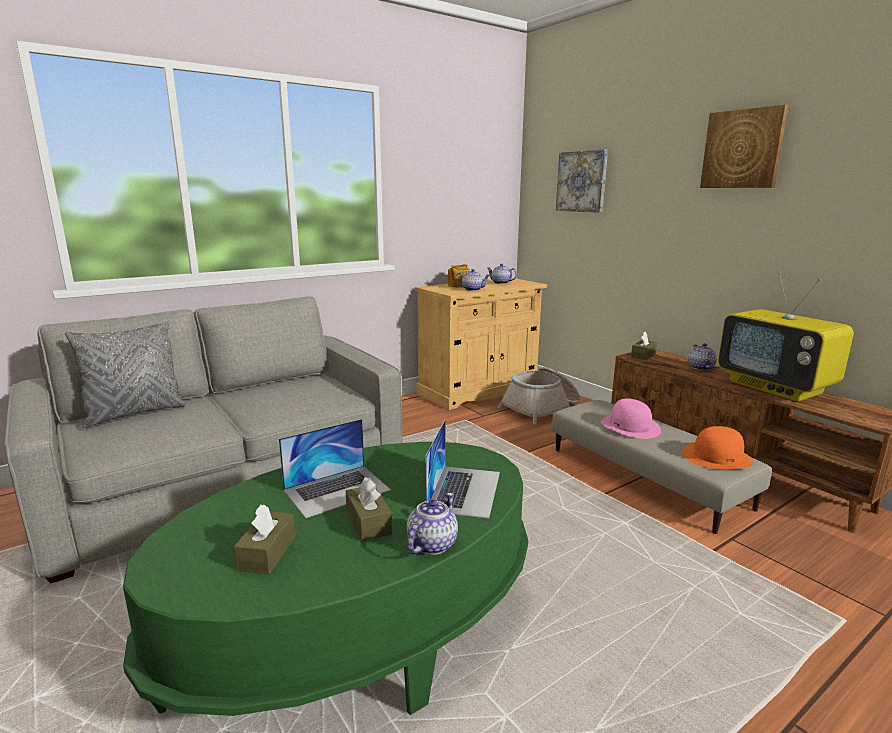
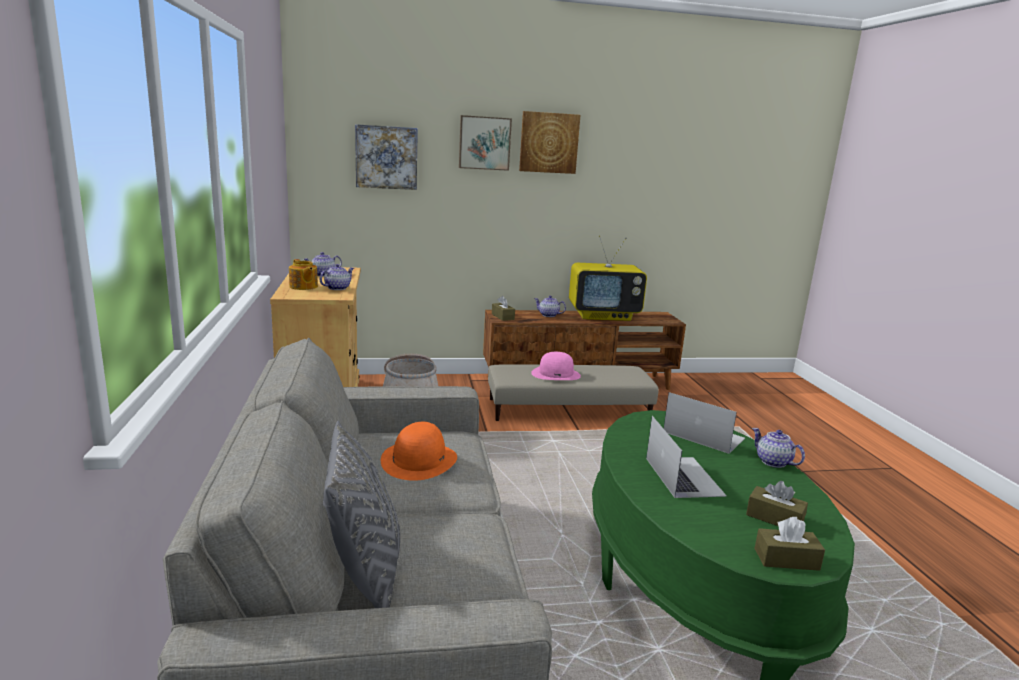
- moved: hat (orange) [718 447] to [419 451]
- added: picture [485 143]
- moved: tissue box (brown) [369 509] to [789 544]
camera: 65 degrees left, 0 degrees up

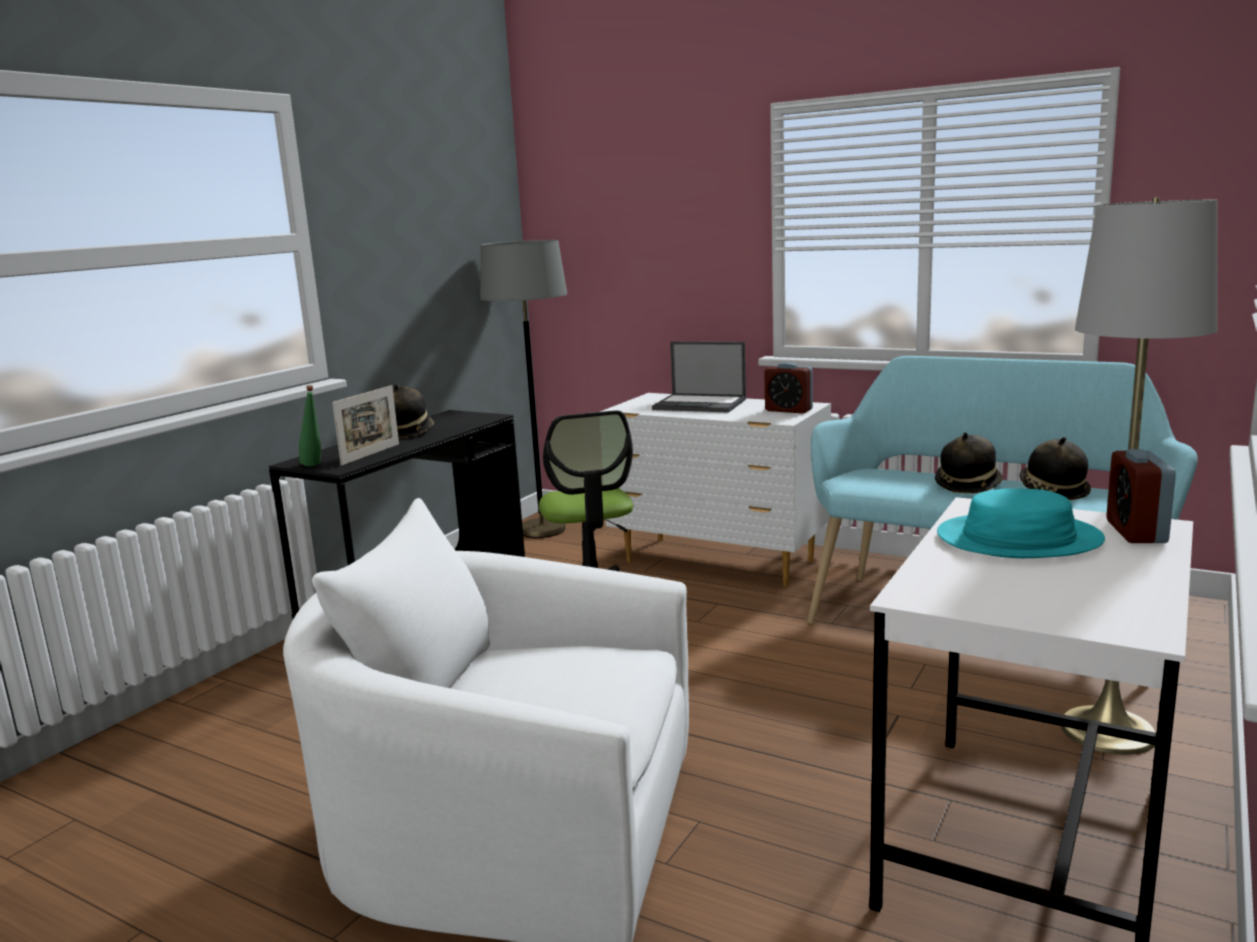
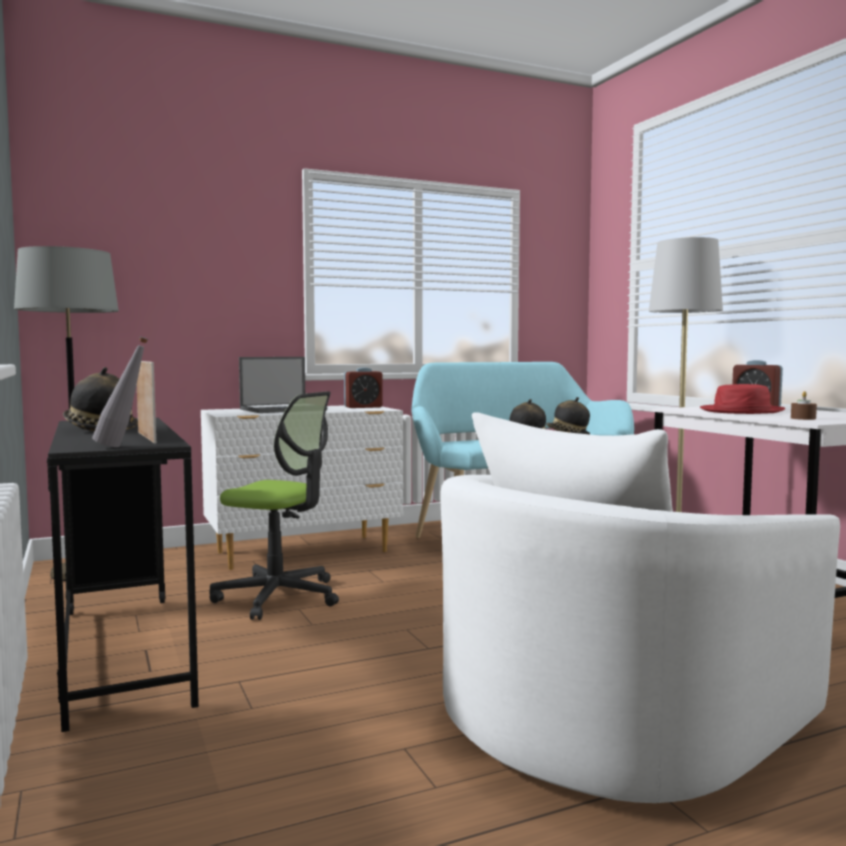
- recoloured: bottle (green) [310 425] to bottle (grey) [120 391]
- recoloured: hat (turquoise) [1021 523] to hat (red) [742 399]
- added: candle (brown) [804 405]
camera: 55 degrees left, 10 degrees down

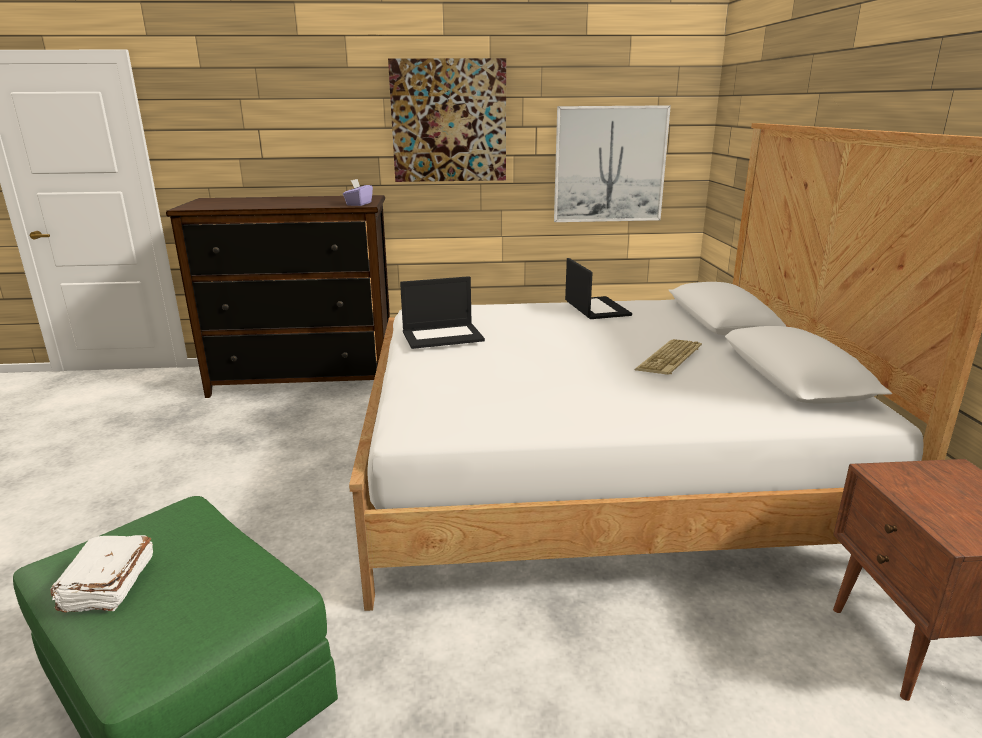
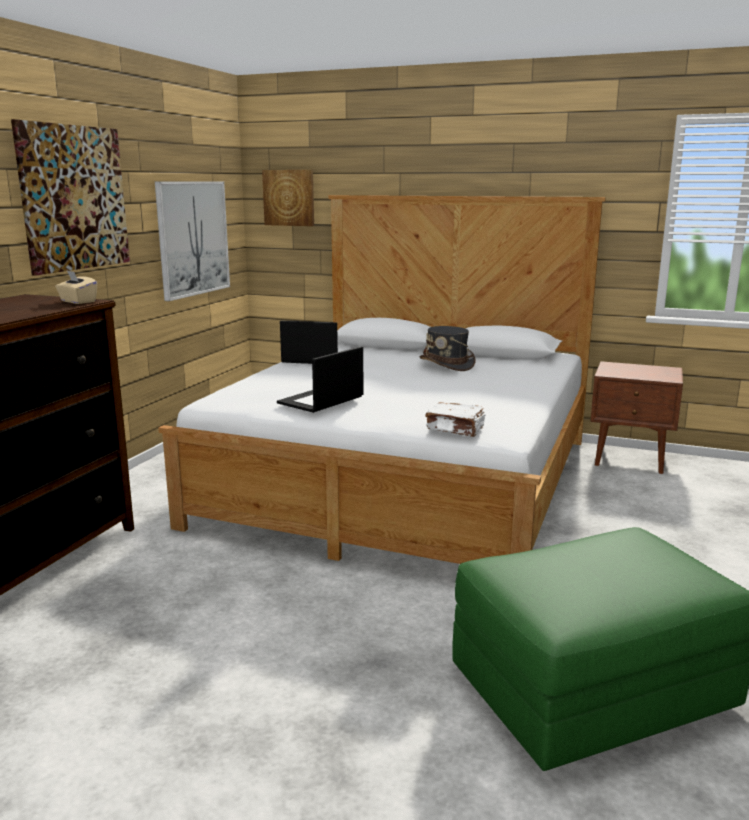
- recoloured: tissue box (purple) [358 192] to tissue box (beige) [76 287]
- added: picture [288 198]
- turned: laptop [442 312] = [320 380] 150 degrees counterclockwise
- replaced: keyboard [668 357] to hat (grey) [448 348]
- moved: book (white) [102 573] to [455 419]
camera: 65 degrees left, 5 degrees down

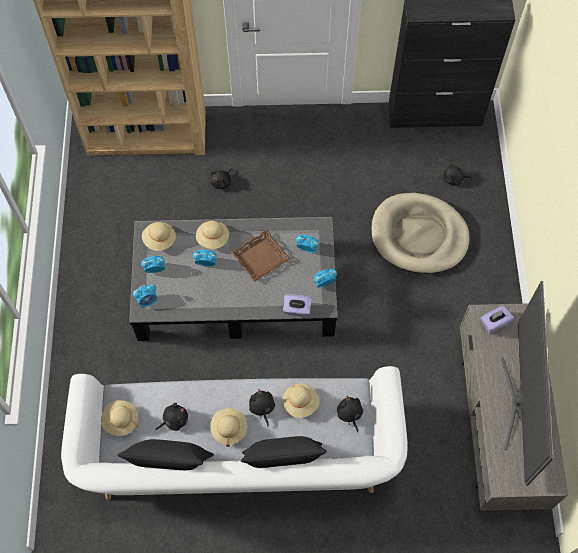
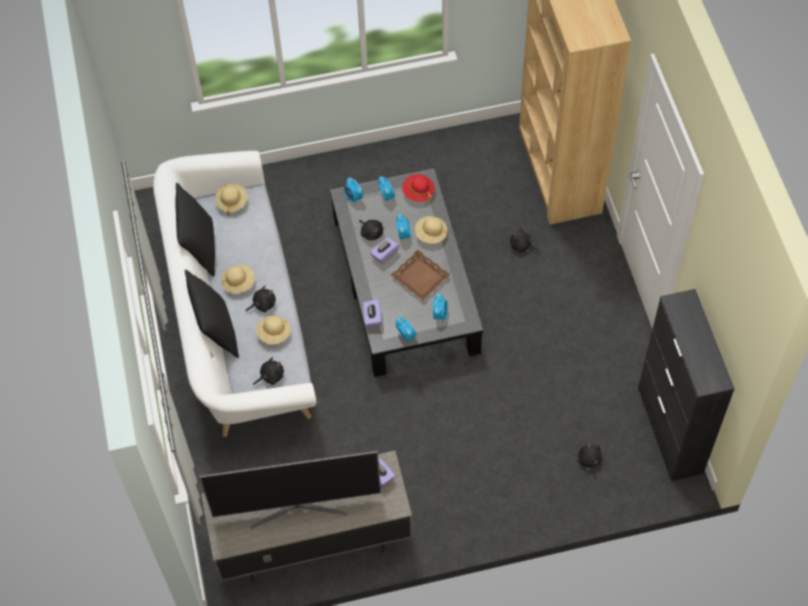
- moved: plush toy (black) [171 417] to [371 230]
- added: tissue box (purple) [384 251]
- recoloured: hat (beige) [159 236] to hat (red) [418 188]
- removed: dog bed (beige) [421 233]
camera: 80 degrees right, 5 degrees down

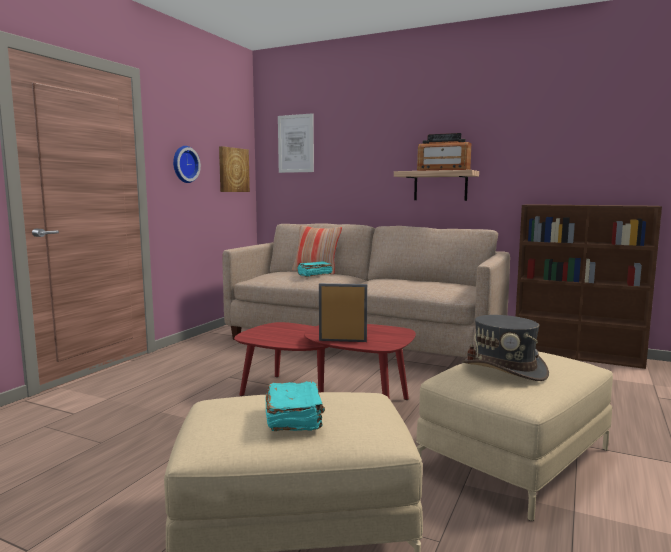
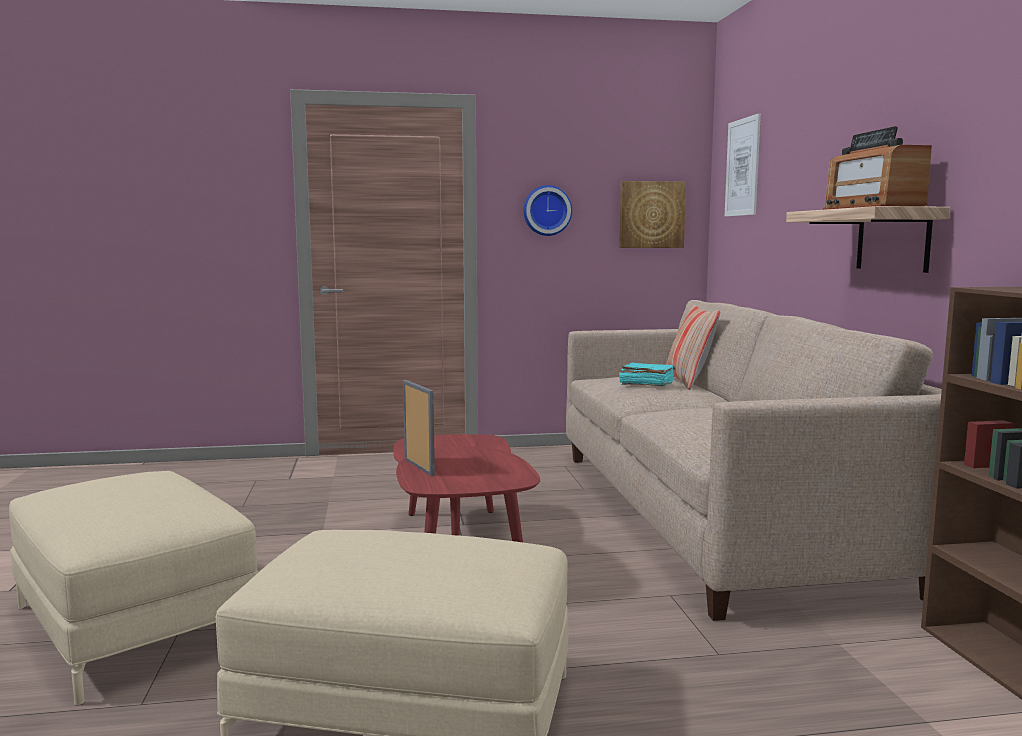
- removed: book (turquoise) [295 406]
- removed: hat (grey) [505 348]
camera: 55 degrees right, 0 degrees up

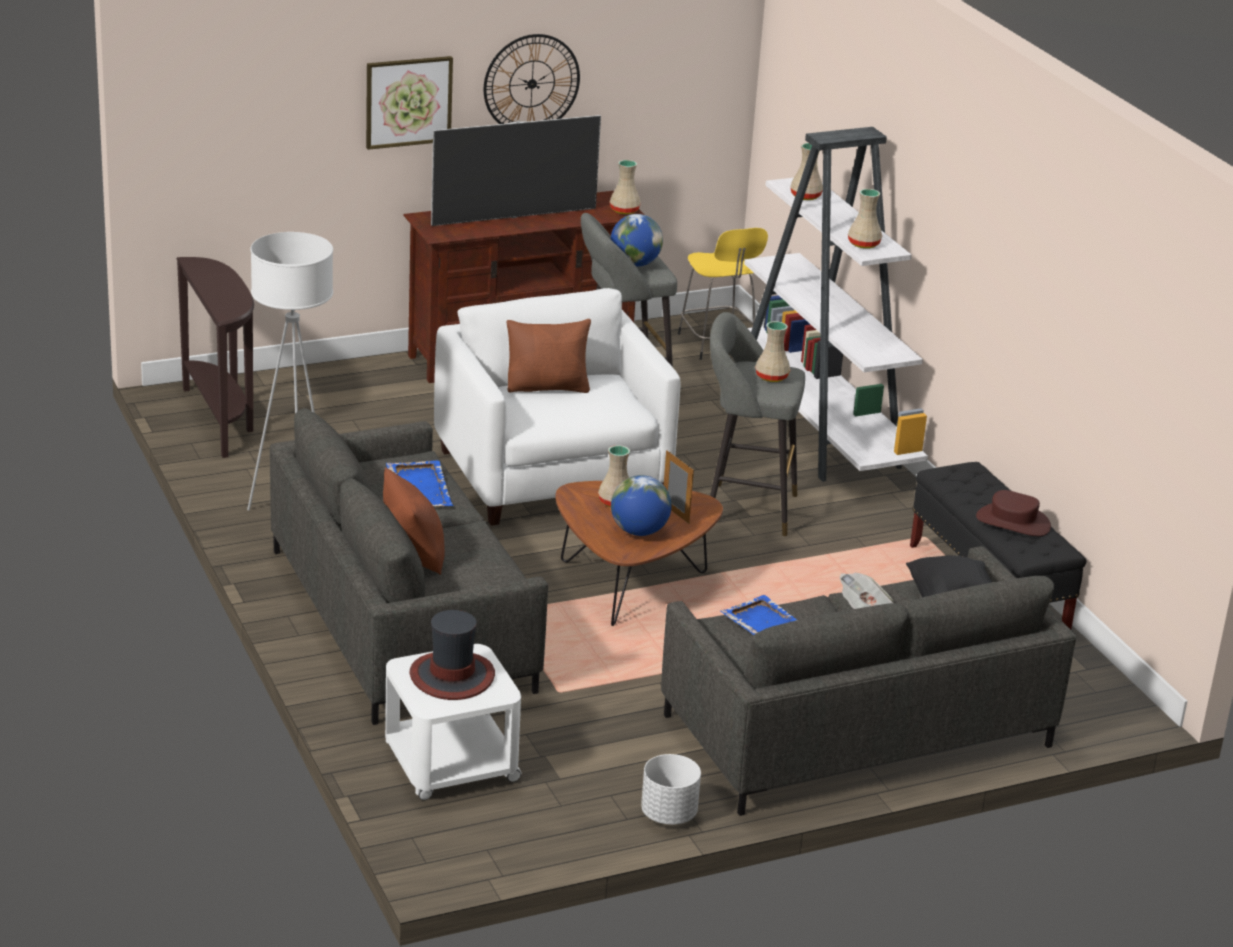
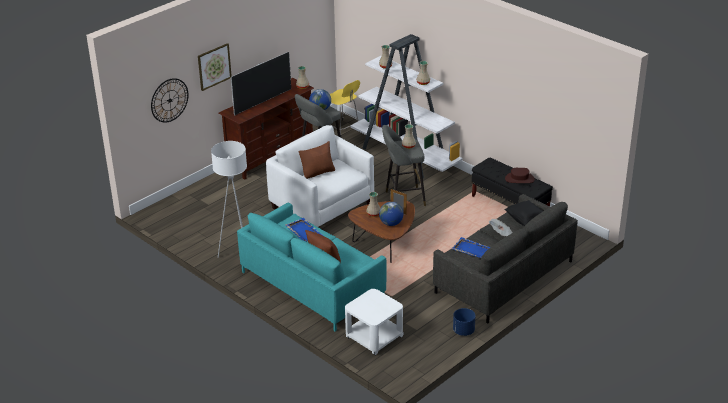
- moved: wall clock [532 79] to [169 100]
- recoloured: sofa (grey) [409 566] to sofa (turquoise) [311 267]
- recoloured: planter (white) [671 789] to planter (blue) [464 322]
- removed: console table (brown) [215 357]
- removed: hat [452 655]
camera: 20 degrees left, 5 degrees up

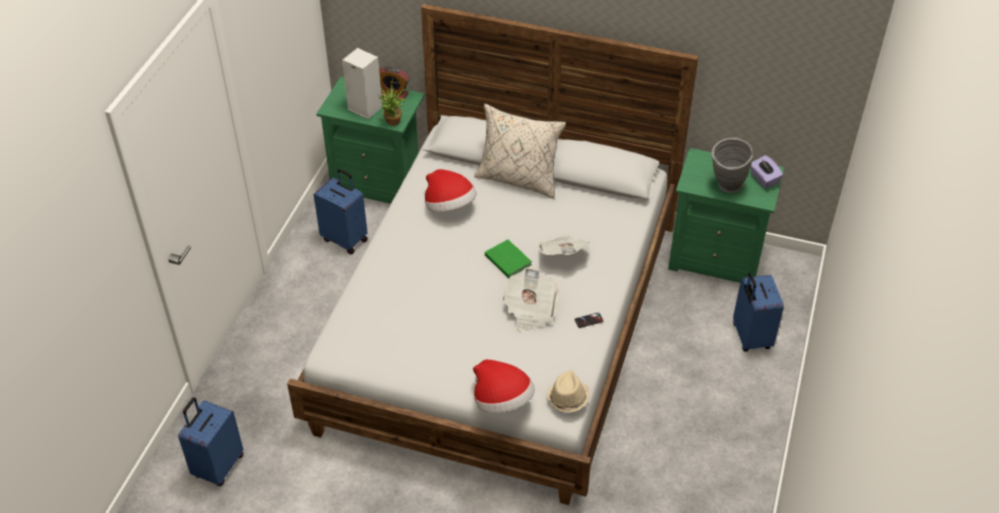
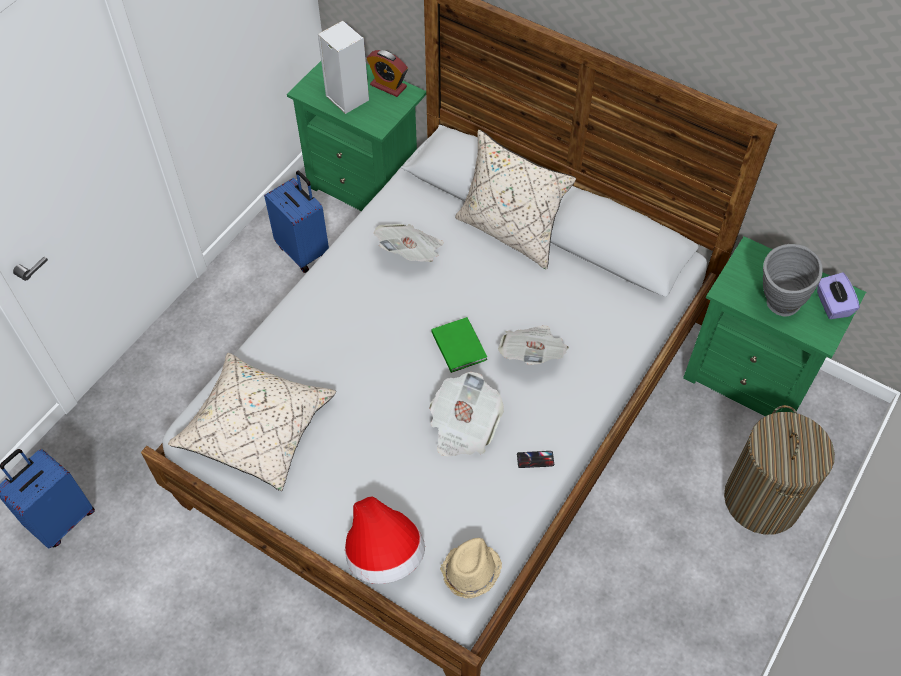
- added: pillow (beige) [252 422]
- replaced: hat [451 190] to newspaper [409 243]
- replaced: suitcase (blue) [758 312] to laundry basket [779 470]
- removed: potted plant [392 105]
camera: 15 degrees right, 10 degrees up

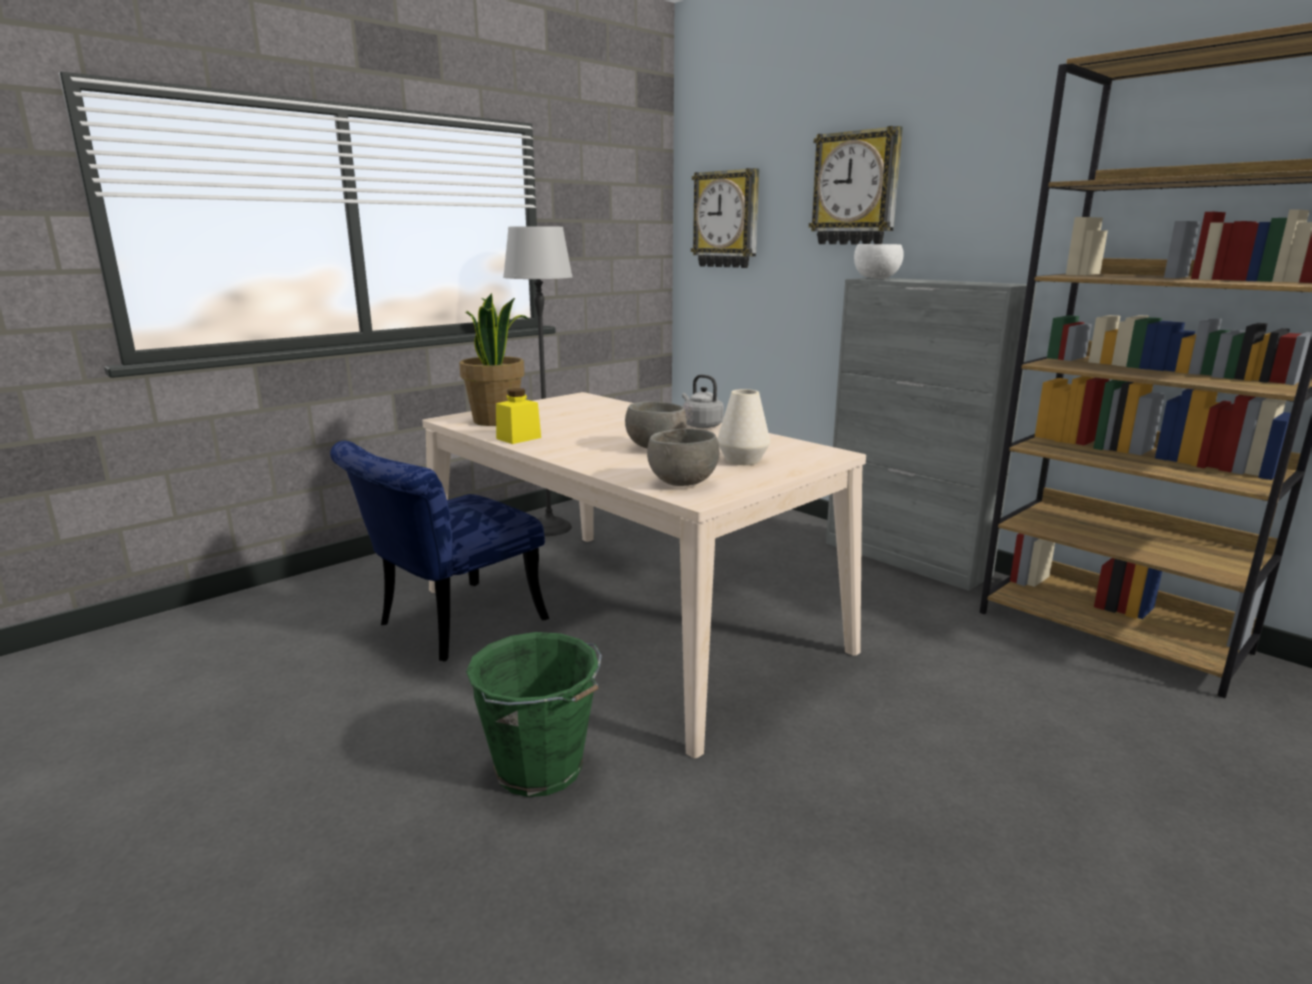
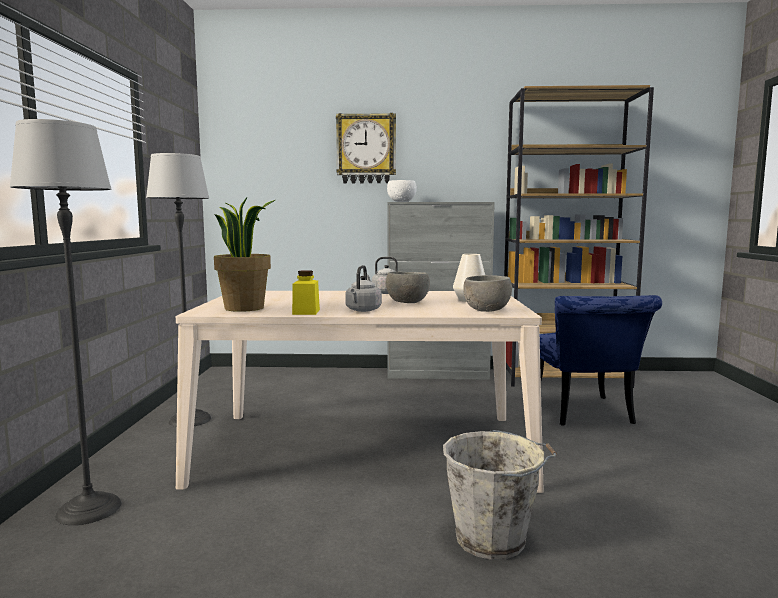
- added: floor lamp [66 322]
- added: kettle (grey) [363 288]
- recoloured: bucket (green) [534 714] to bucket (grey) [500 495]
- moved: chair (blue) [439 551] to [601 360]
- removed: wall clock [725 218]
camera: 45 degrees left, 10 degrees down

